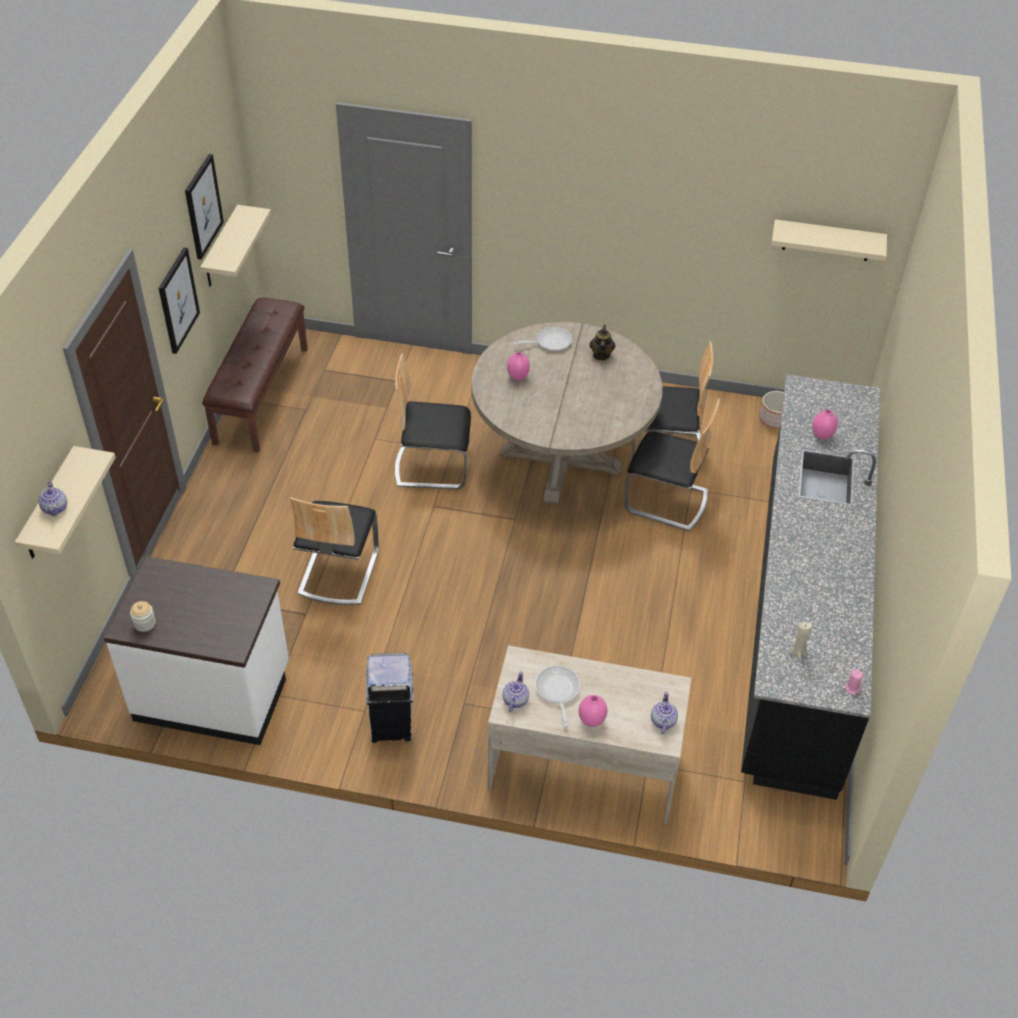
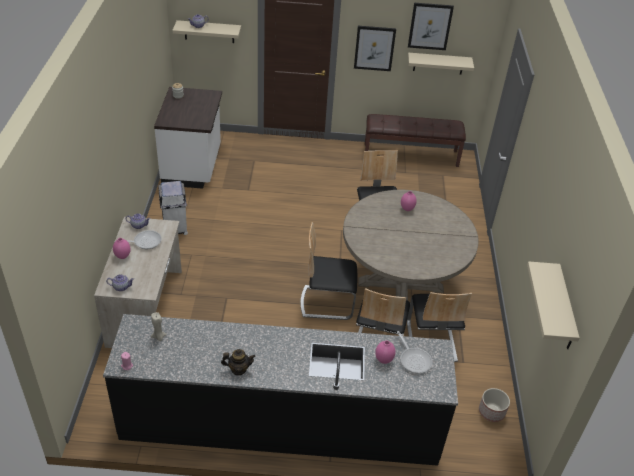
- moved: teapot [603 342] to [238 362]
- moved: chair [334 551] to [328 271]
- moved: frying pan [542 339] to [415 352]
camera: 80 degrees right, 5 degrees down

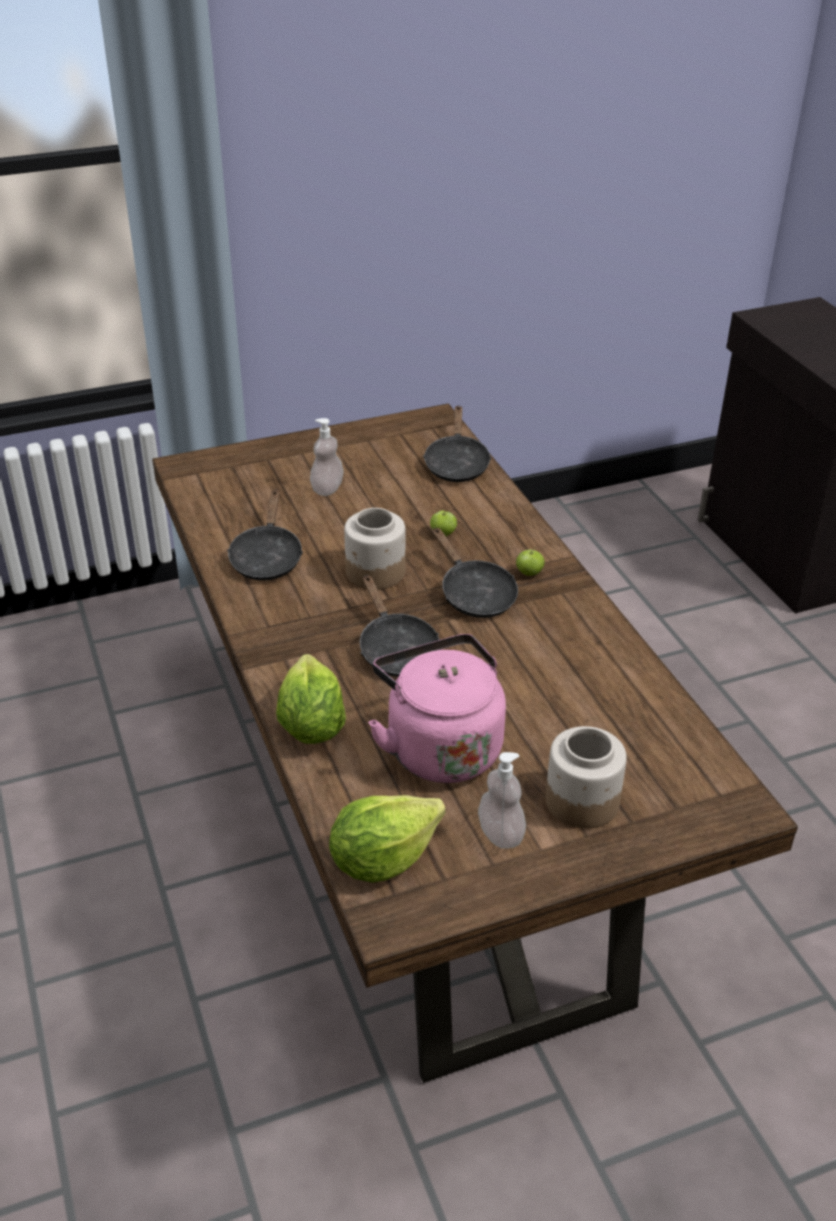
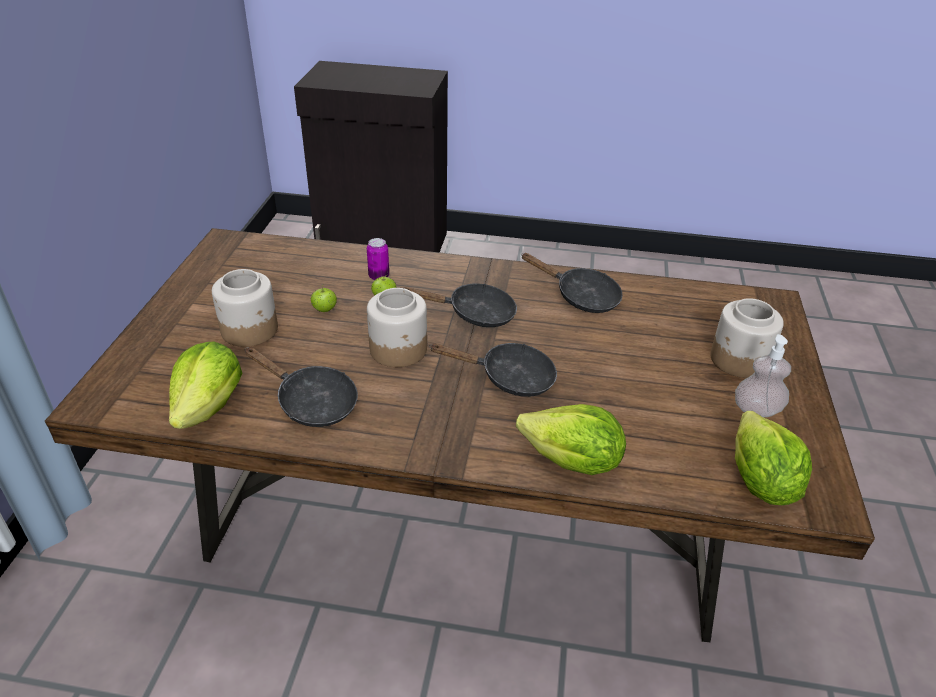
- added: lettuce [205 385]
- replaced: soap dispenser [327 457] to jar [245 308]
- moved: apple [530 561] to [324 299]
- added: can [378 259]
- moved: frying pan (black) [457 443] to [572 283]
- removed: kettle (pink) [437 708]
camera: 60 degrees left, 0 degrees up

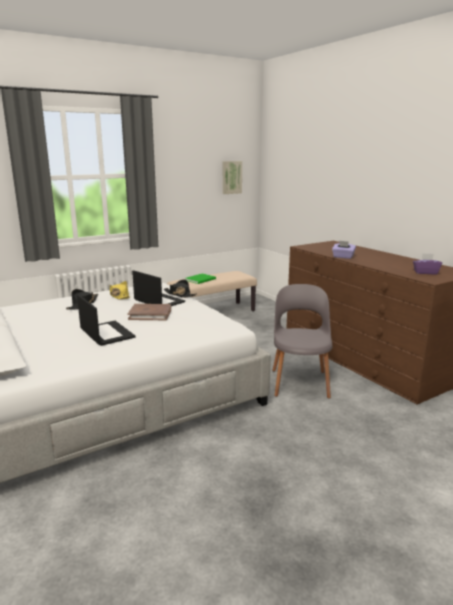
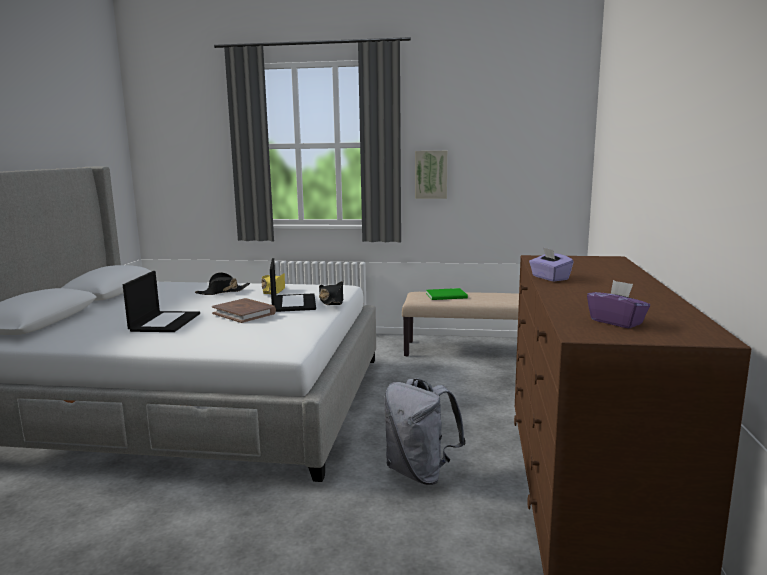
- replaced: chair (grey) [302 341] to backpack (grey) [425 431]
- moved: picture [232 177] to [431 175]
camera: 40 degrees right, 5 degrees down

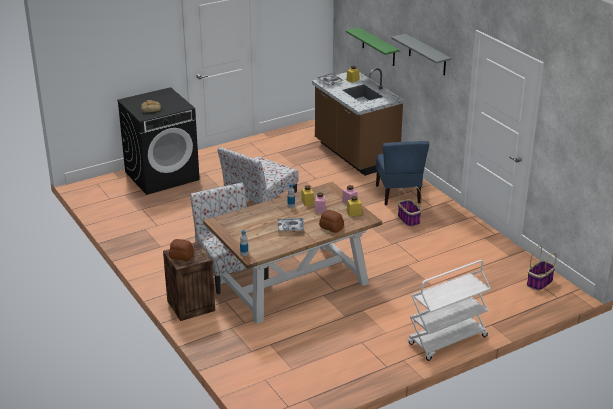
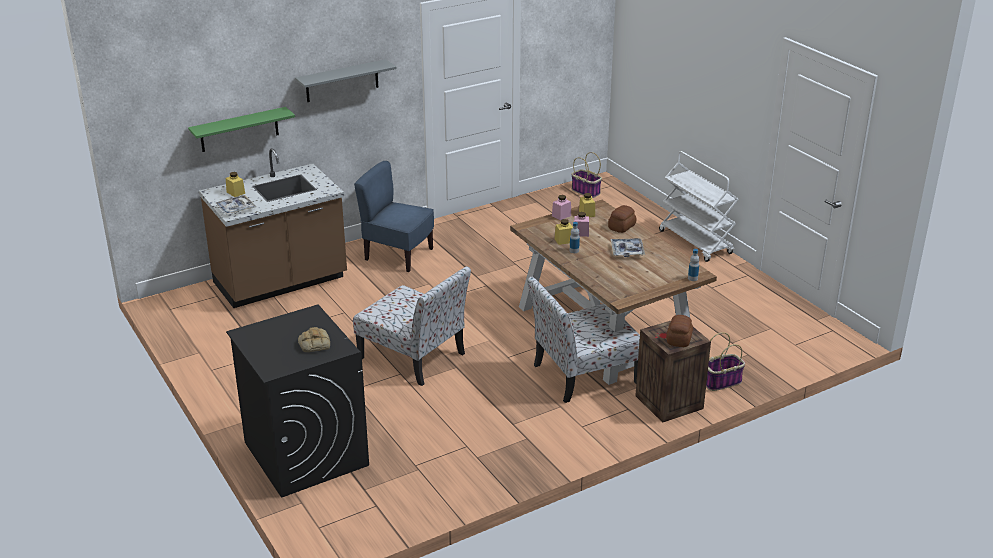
- turned: chair (blue) [402 173] = [394 216] 150 degrees counterclockwise
- moved: basket [410 206] to [725 361]
camera: 90 degrees left, 0 degrees up

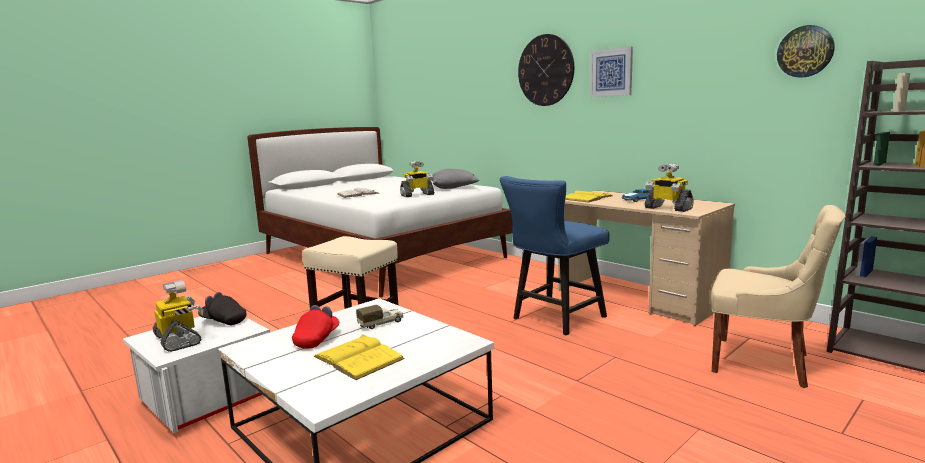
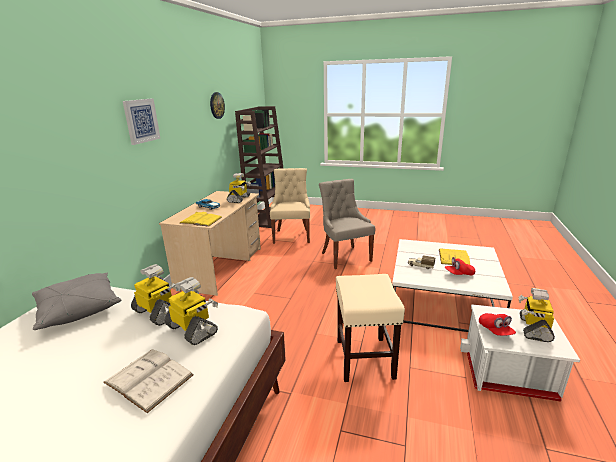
- added: toy robot [191 311]
- added: chair (grey) [347 224]
- recoloured: cap (black) [222 308] to cap (red) [497 324]
- removed: chair (blue) [555 255]
- removed: wall clock [546 70]
camera: 120 degrees left, 10 degrees up

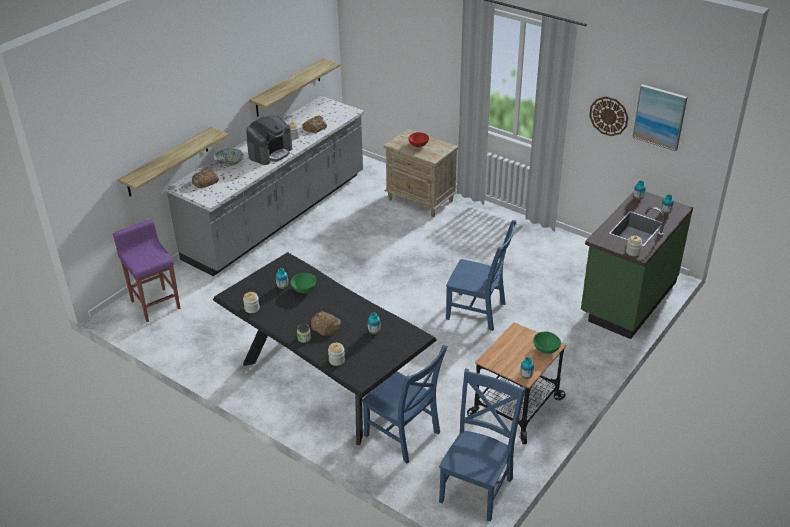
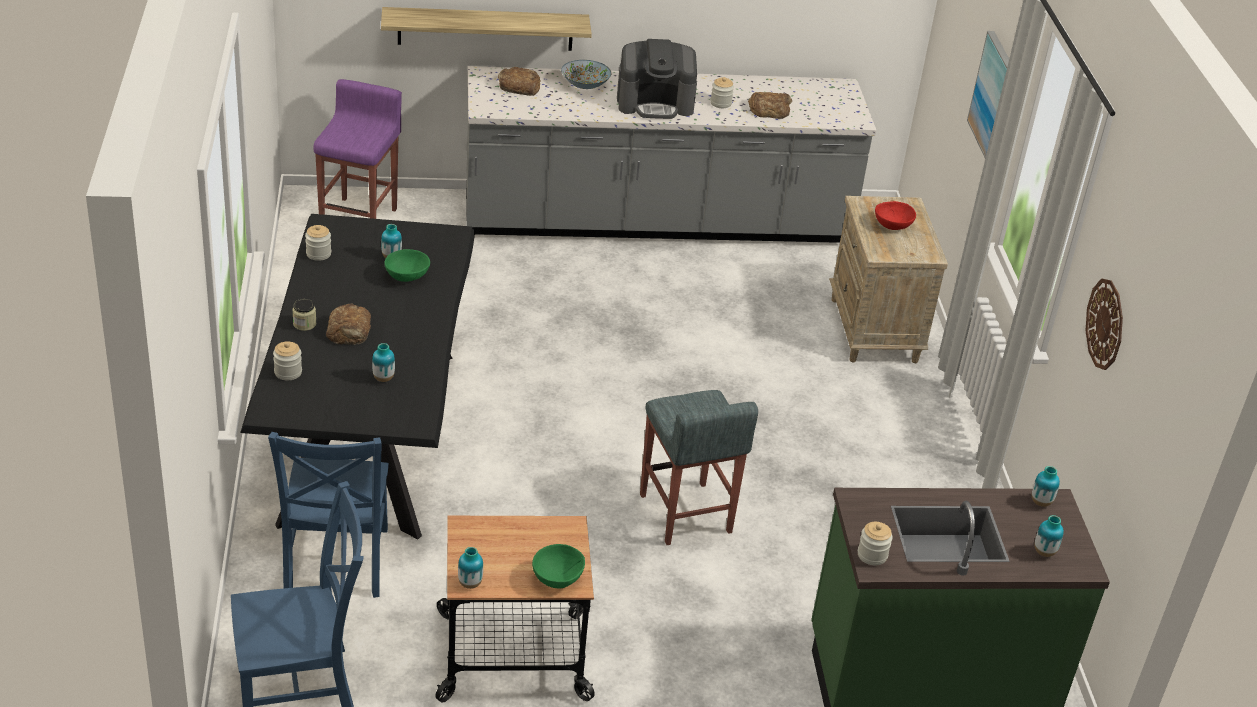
- replaced: chair (blue) [481 275] to stool (grey) [699 467]
- moved: picture [659 117] to [988 94]
- removed: shelf [294 87]
camera: 45 degrees right, 0 degrees up

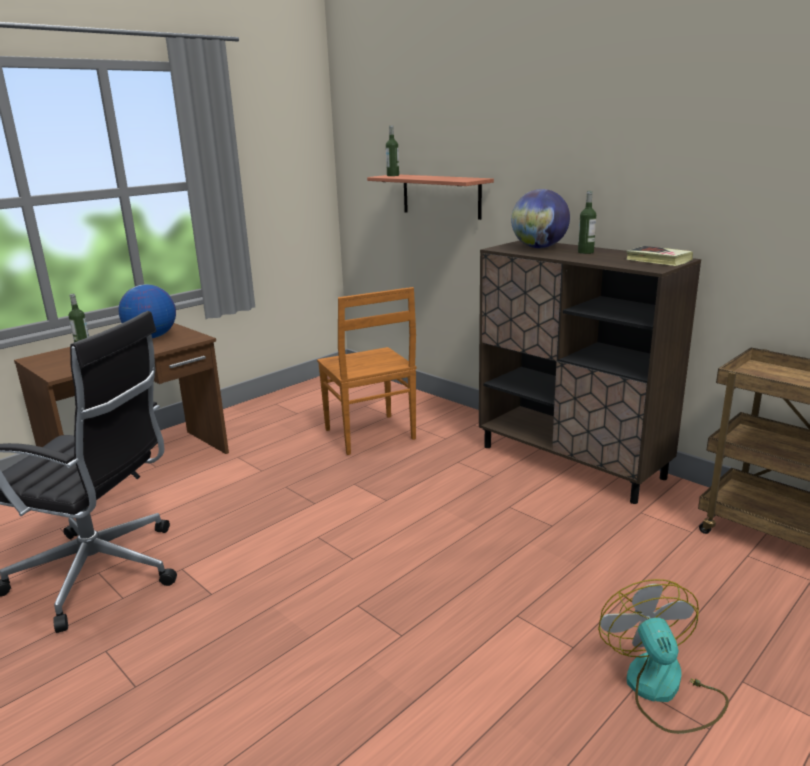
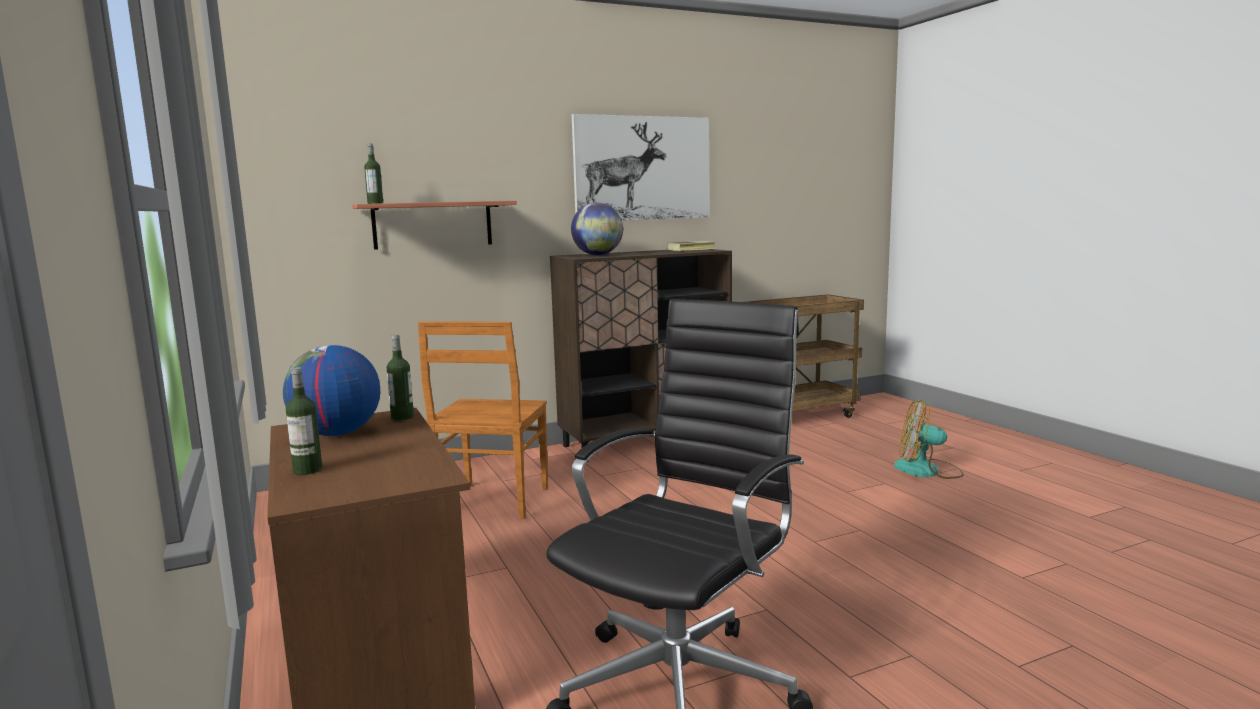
- moved: bottle [587 222] to [400 377]
- turned: chair (brown) [366 371] = [483 420] 105 degrees clockwise
- added: picture [640 167]
camera: 70 degrees left, 10 degrees down

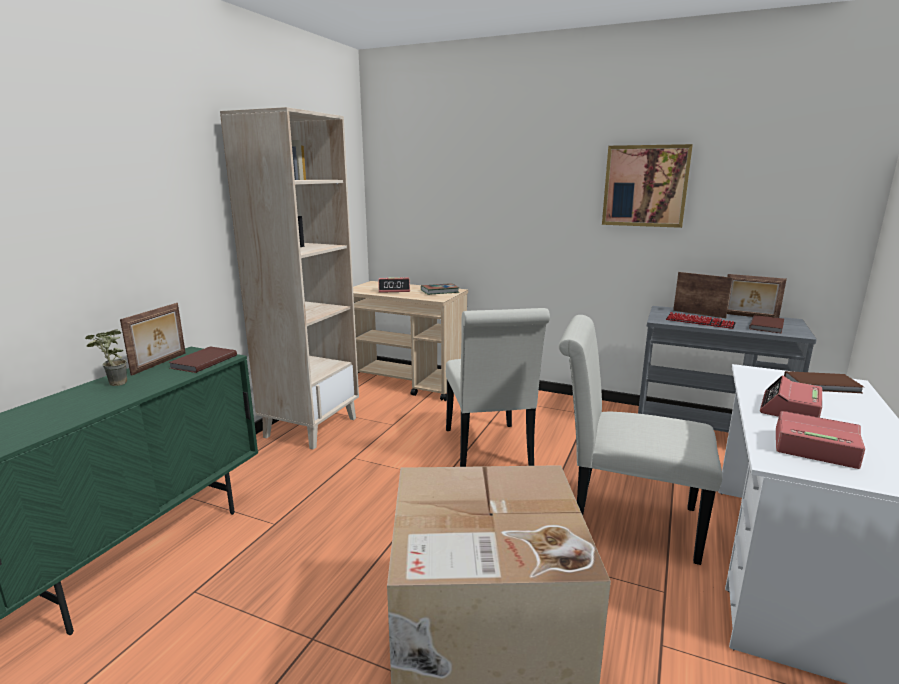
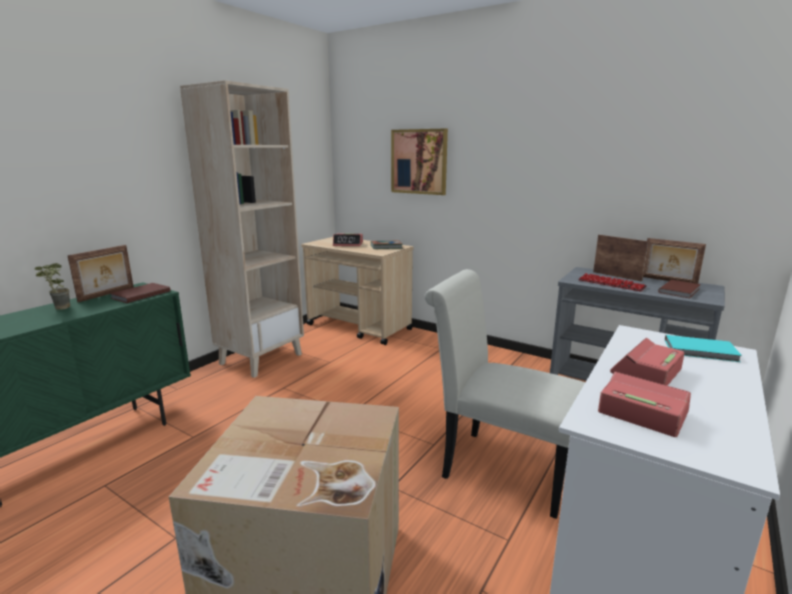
- moved: picture [647 186] to [419 161]
- recoloured: book (brown) [824 382] to book (turquoise) [703 348]
- removed: chair (white) [498 387]
camera: 10 degrees right, 0 degrees up

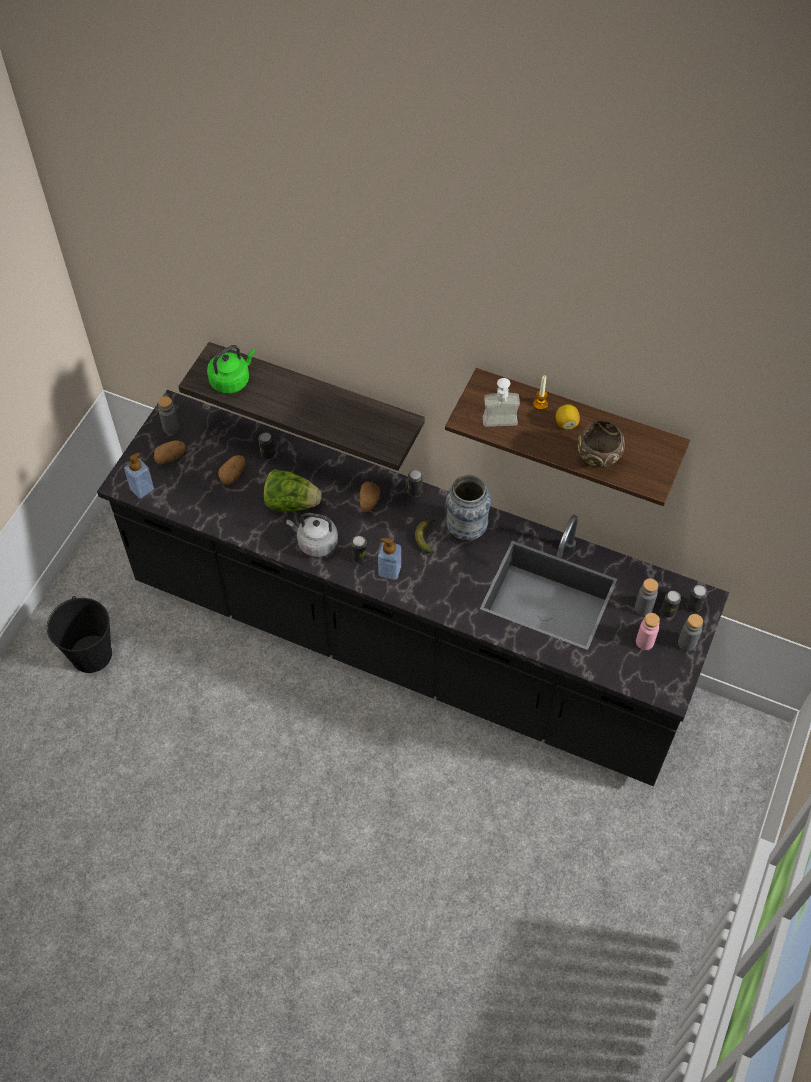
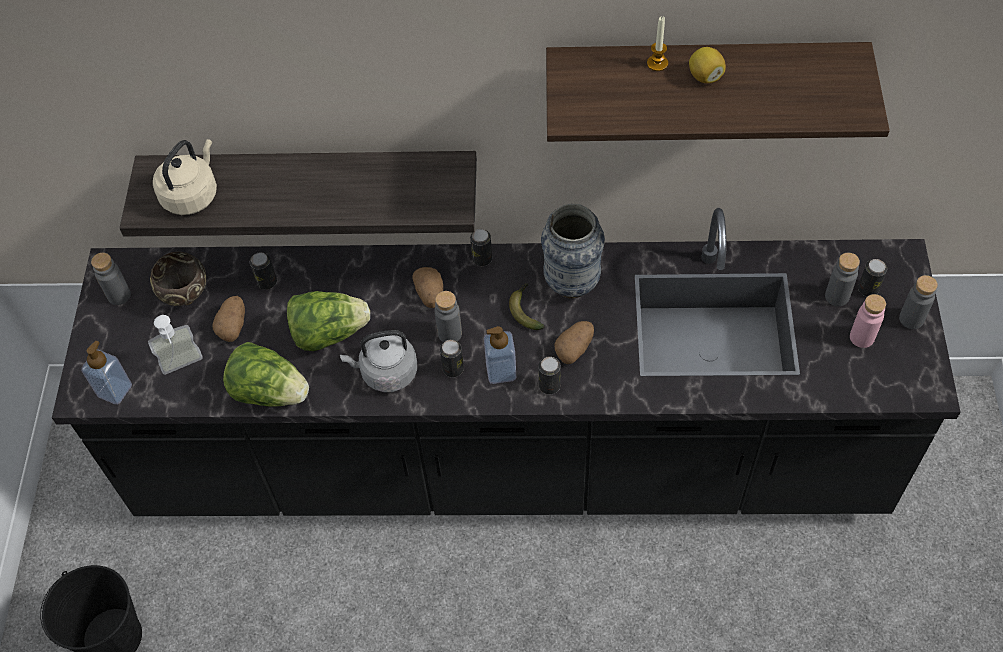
- moved: soap dispenser [501 402] to [175 345]
- moved: bowl (brown) [601 444] to [178 279]
- recoloured: kettle (green) [231 369] to kettle (beige) [185 177]
- added: lettuce [266 374]
- added: bottle (grey) [448 316]
- moved: can [697 598] to [549 376]
- moved: potato [170 452] to [574 342]
camera: 20 degrees left, 0 degrees up

